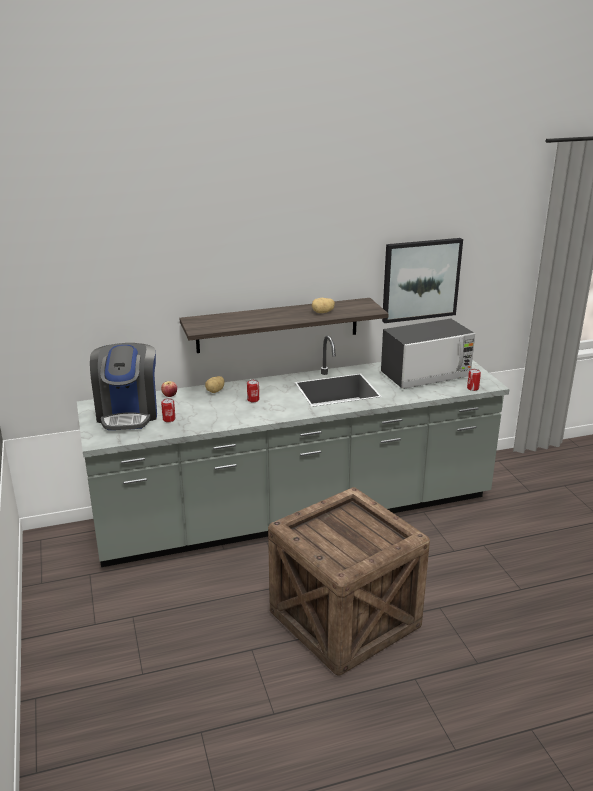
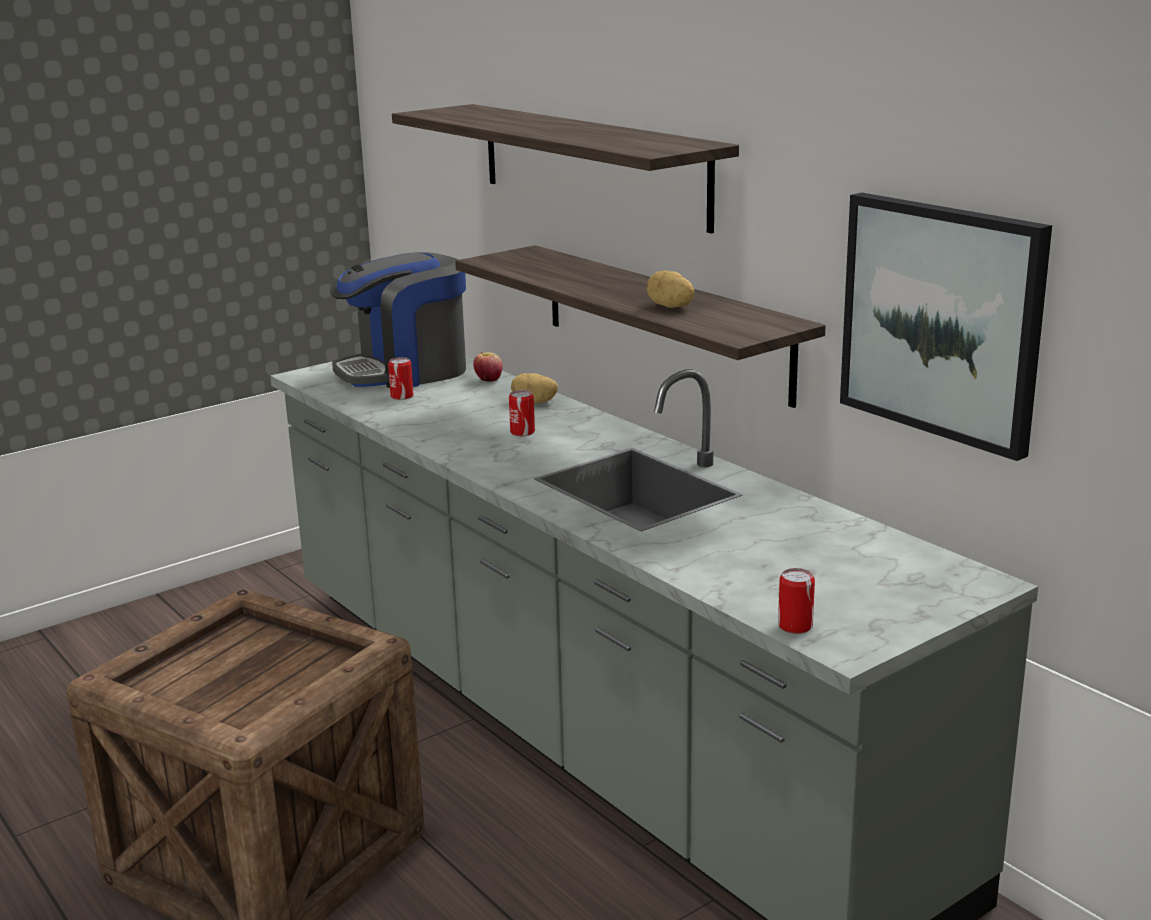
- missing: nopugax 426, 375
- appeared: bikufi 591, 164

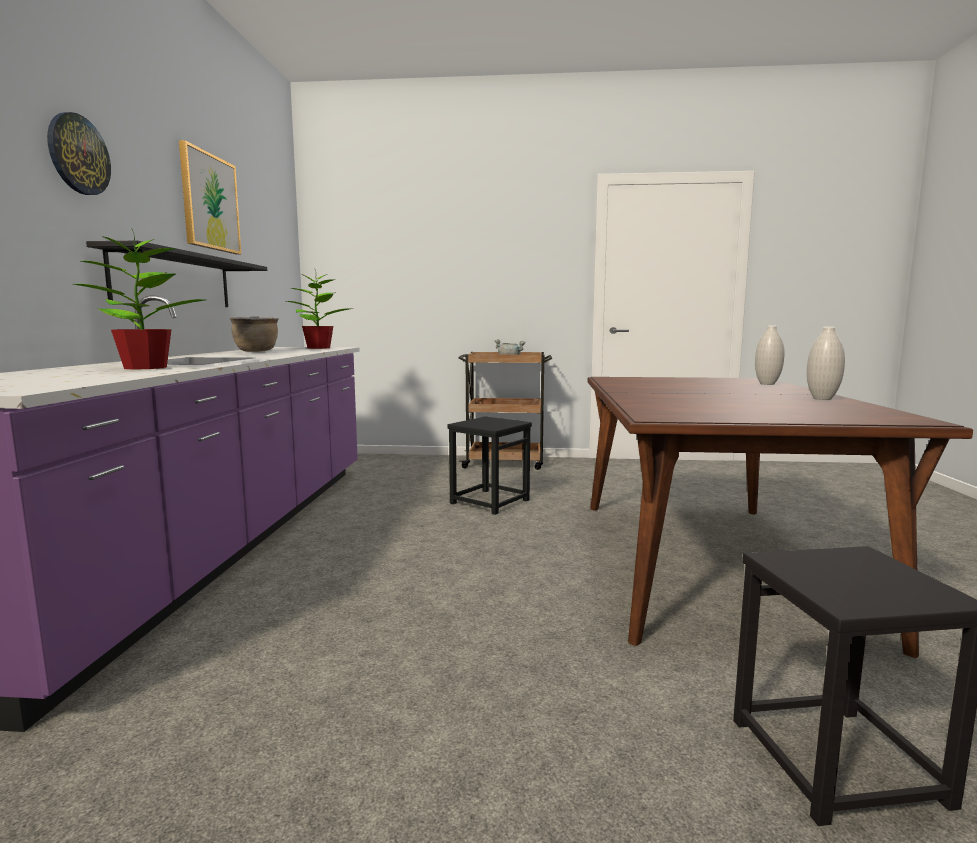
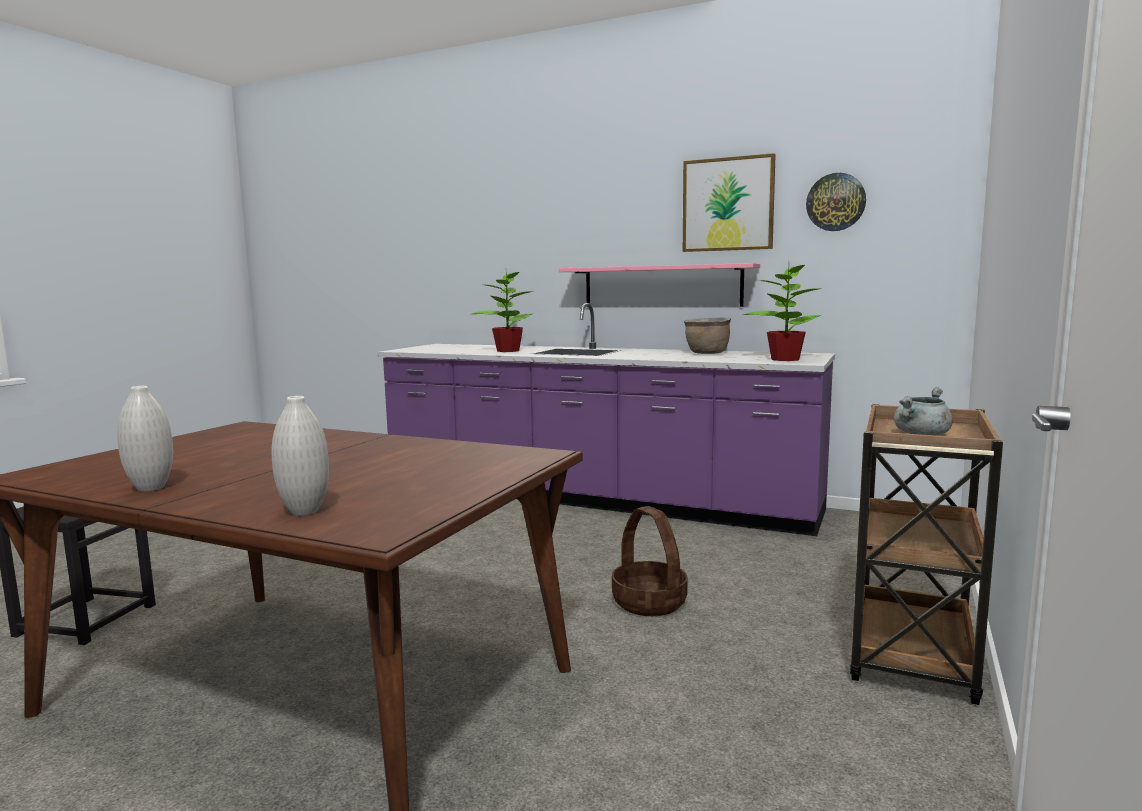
- relocated: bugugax 78, 154 to 835, 202
- exchanged: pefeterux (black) 489, 501 to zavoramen 650, 602
- colour: bikufi (black) 175, 280 to bikufi (pink) 661, 286

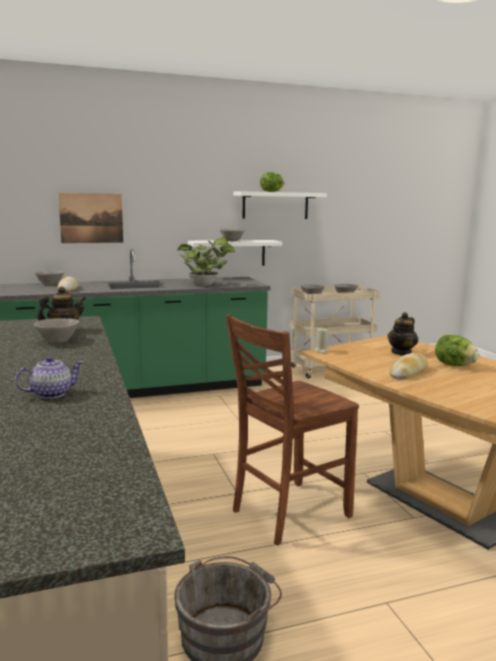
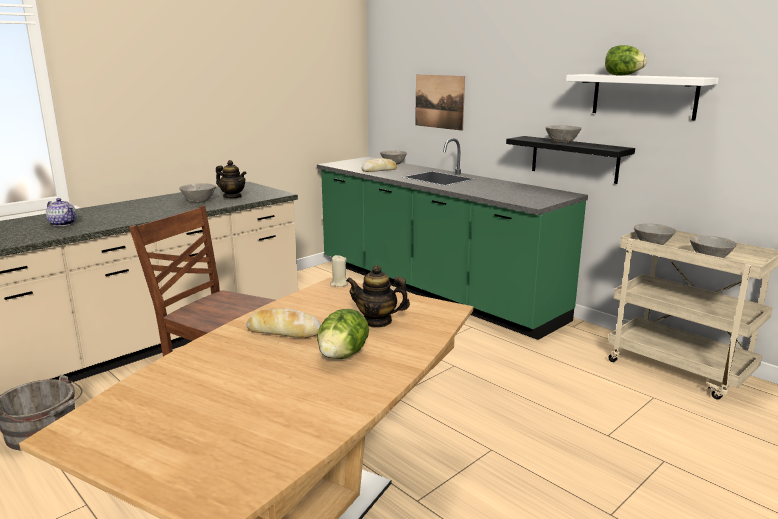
- missing: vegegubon 205, 285
- colour: bikufi (white) 231, 253 to bikufi (black) 574, 159

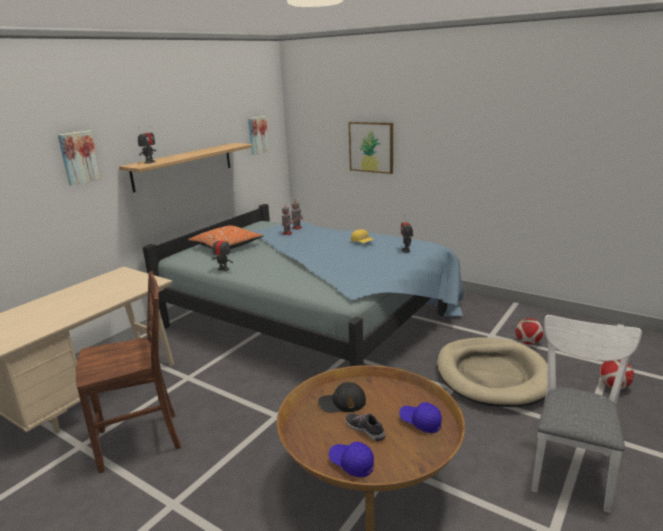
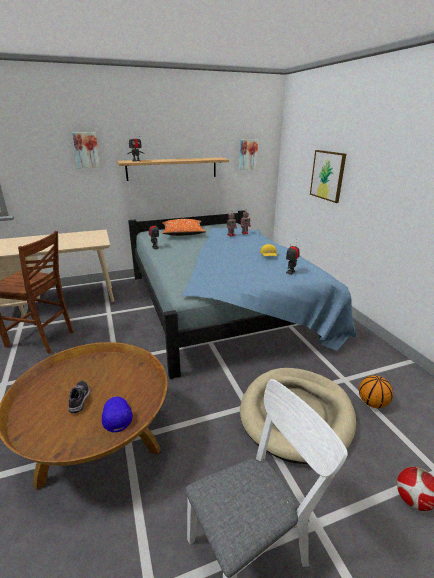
- missing: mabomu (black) 342, 402
- missing: mabomu (blue) 351, 464
- exchanged: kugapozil 528, 342 to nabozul 372, 403

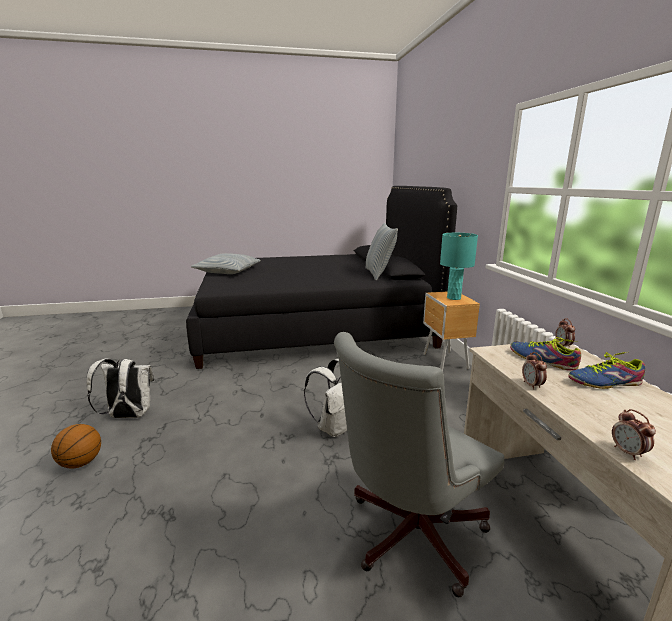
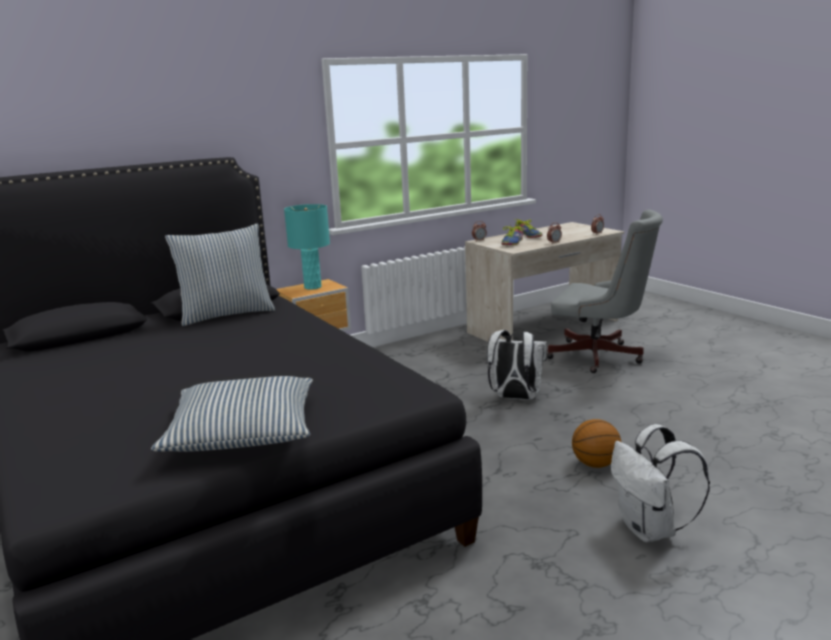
- relocated: nabozul 80, 463 to 595, 464

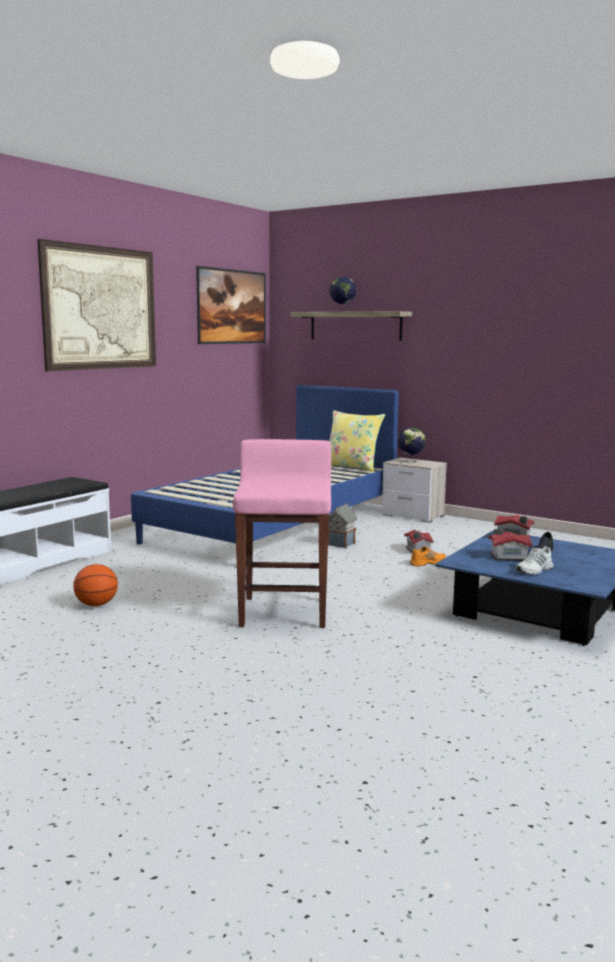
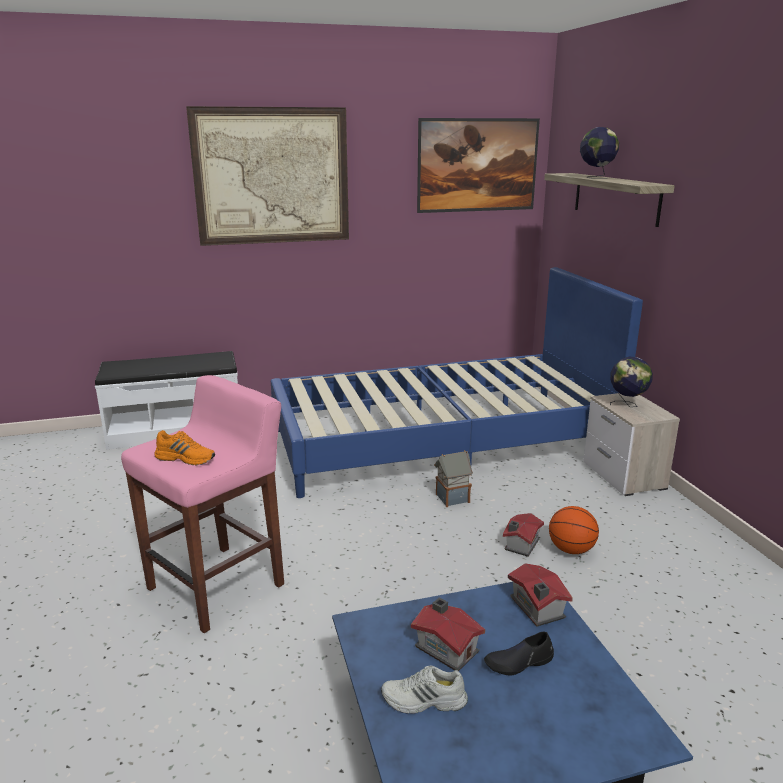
- missing: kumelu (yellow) 352, 467
- relocated: nabozul 96, 605 to 570, 550
- relocated: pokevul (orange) 427, 563 to 186, 458

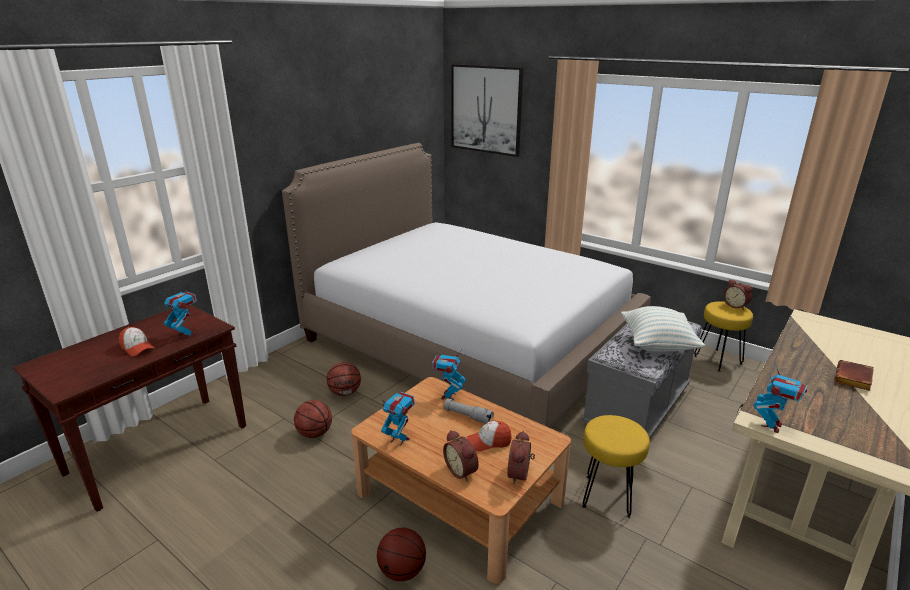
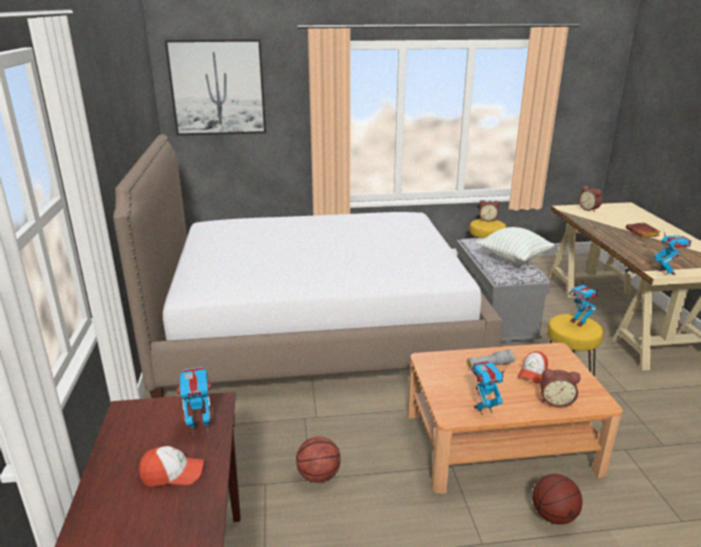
- missing: nabozul 345, 392
- relocated: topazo 448, 396 to 578, 322
- relocated: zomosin 521, 474 to 589, 209

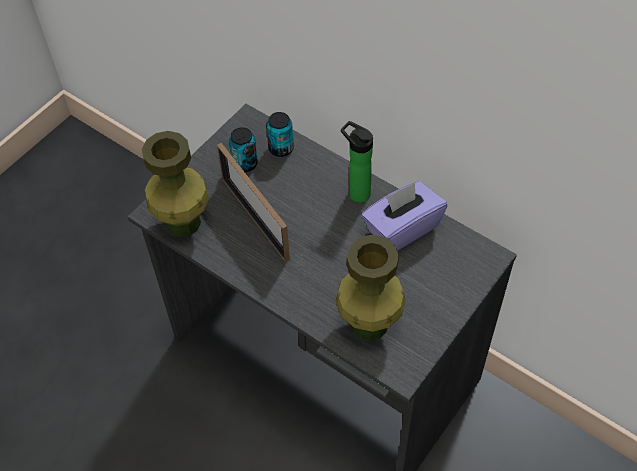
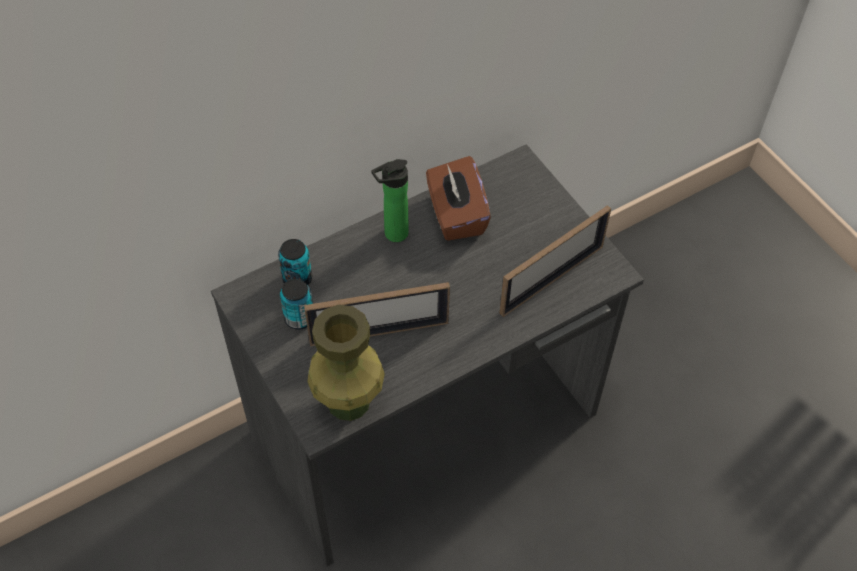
- exchanged: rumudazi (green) 369, 323 to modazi 552, 279
- colour: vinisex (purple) 402, 228 to vinisex (brown) 456, 215

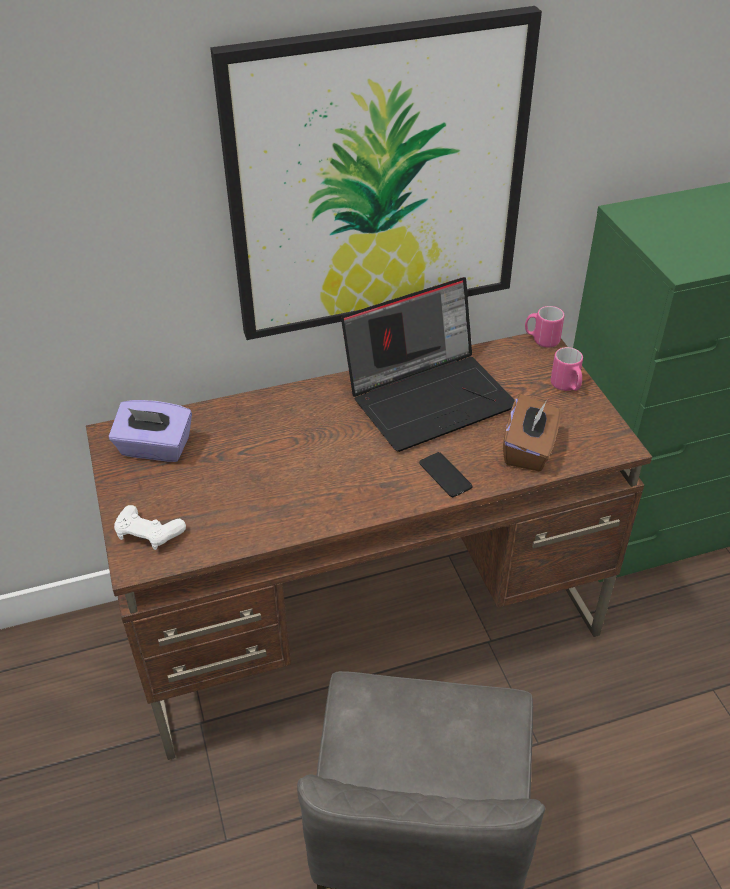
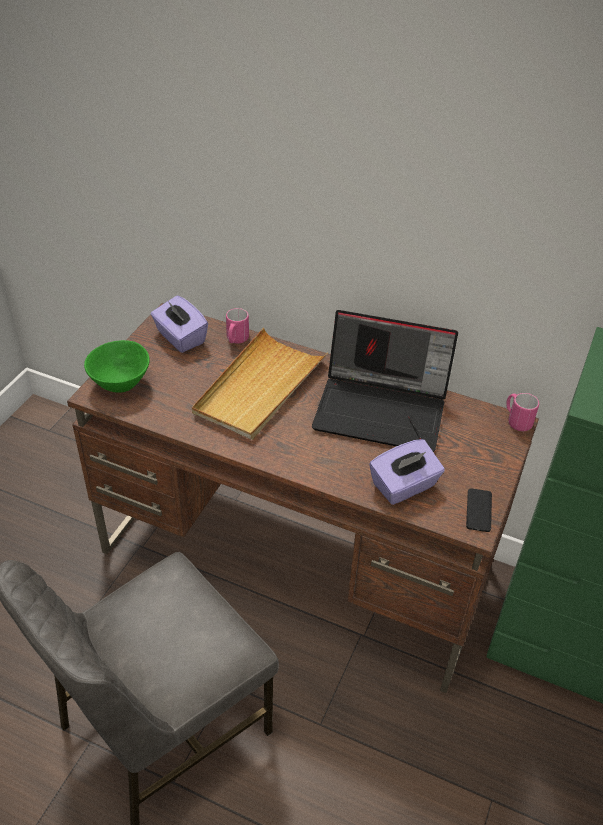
- missing: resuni 378, 181
- appeared: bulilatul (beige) 259, 387
- relocated: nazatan 445, 475 to 479, 510
- relocated: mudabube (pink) 566, 386 to 236, 340
- exchanged: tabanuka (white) 148, 533 to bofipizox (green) 119, 383
- colour: vinisex (brown) 529, 449 to vinisex (purple) 404, 486

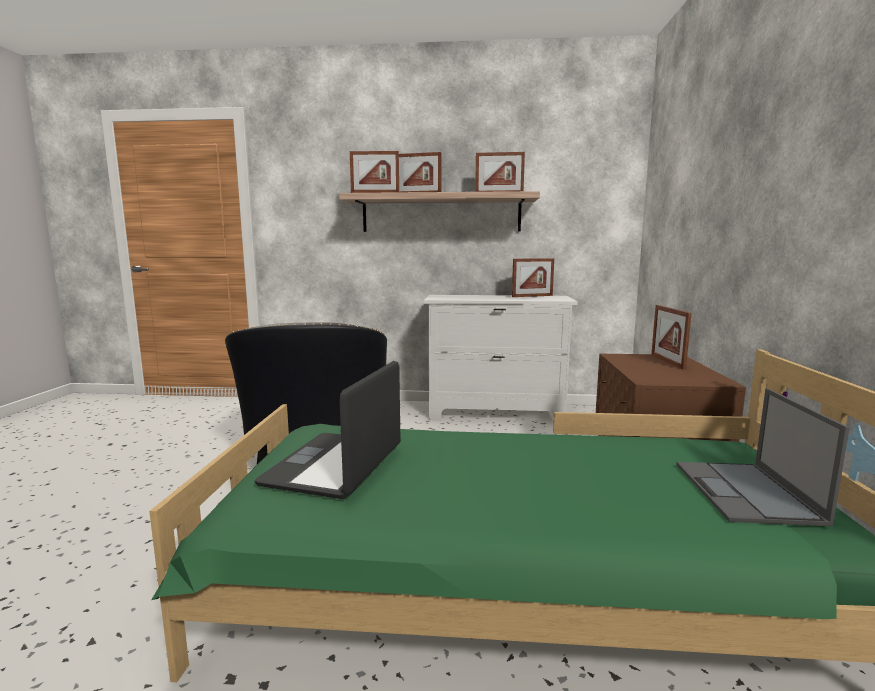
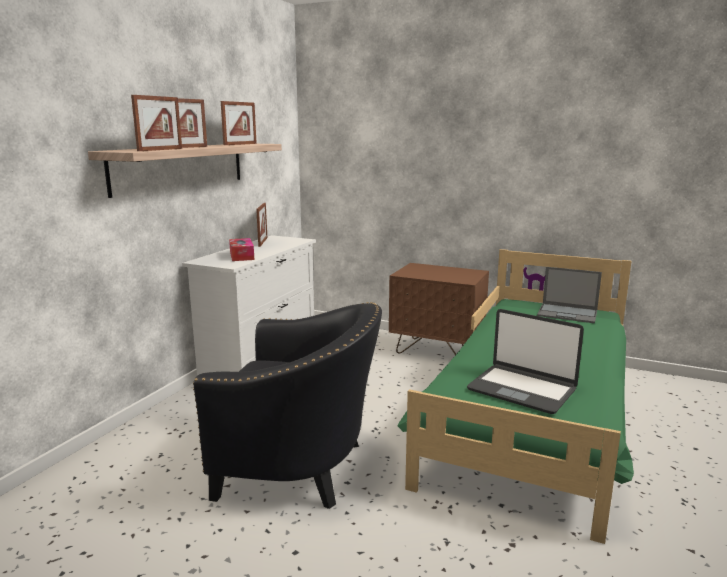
- missing: modazi 667, 361
- appeared: vinisex 241, 256

